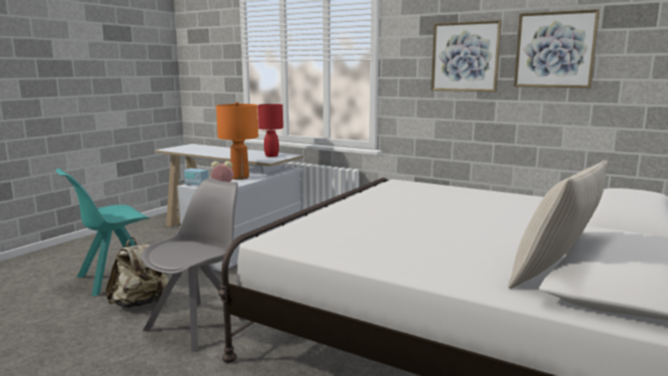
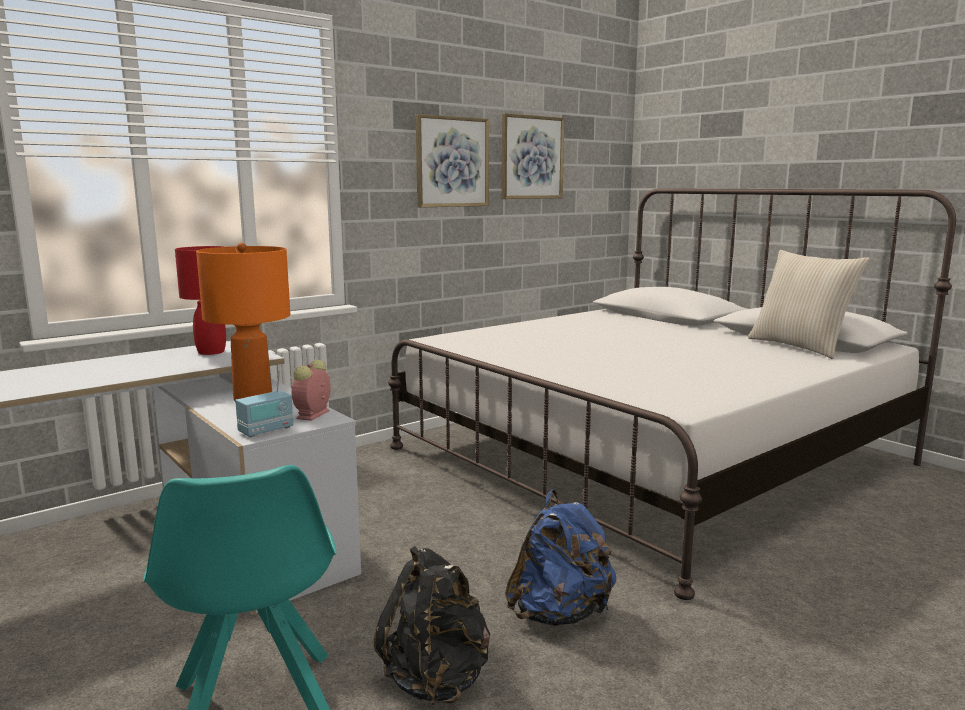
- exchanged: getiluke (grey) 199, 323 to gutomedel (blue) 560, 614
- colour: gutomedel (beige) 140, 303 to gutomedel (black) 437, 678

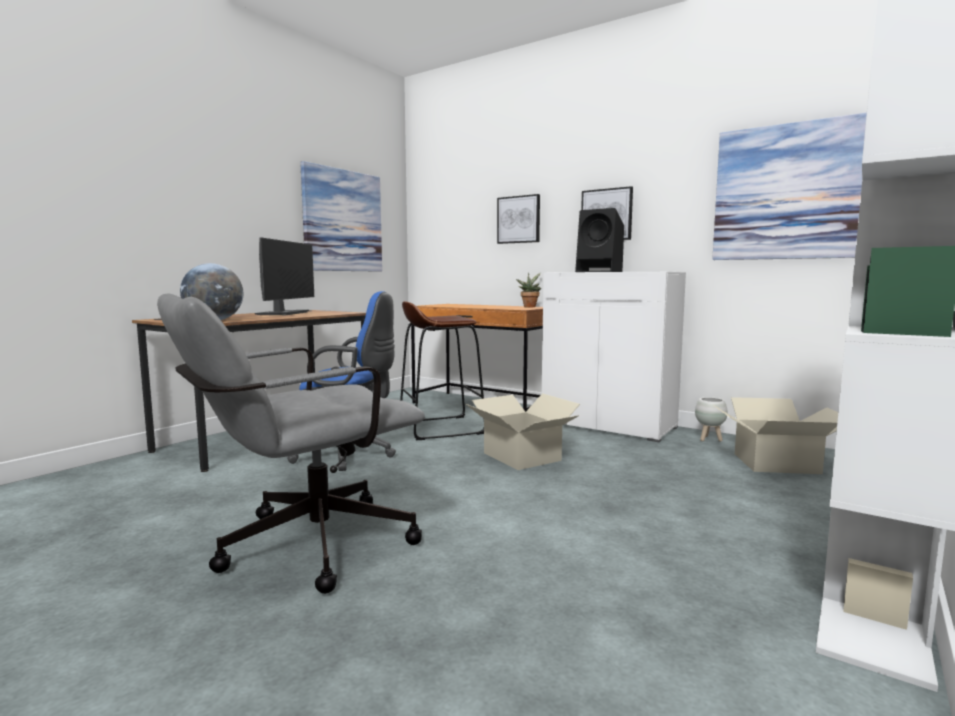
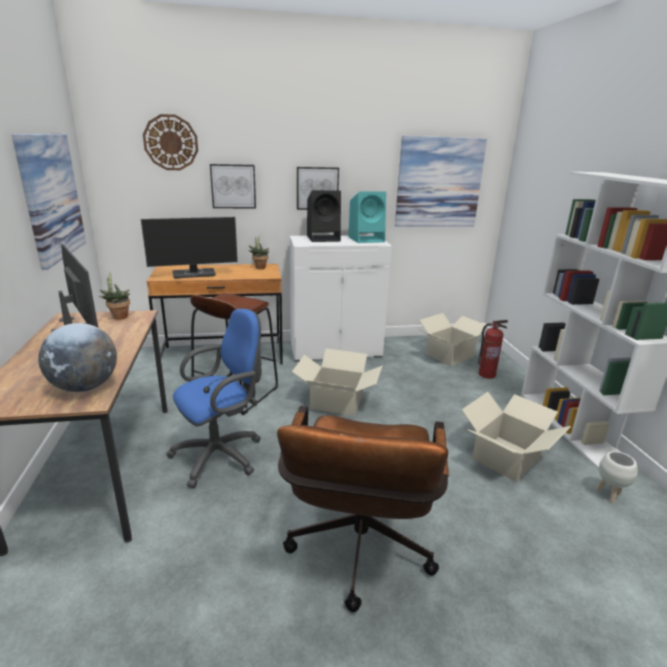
- appeared: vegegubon 118, 316
- appeared: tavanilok 195, 273
- appeared: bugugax 171, 142
- appeared: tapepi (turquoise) 367, 239
- appeared: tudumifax 506, 458
- appeared: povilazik 487, 374
- relocated: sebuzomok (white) 709, 439 to 609, 495
- colour: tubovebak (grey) 301, 548 to tubovebak (brown) 358, 555

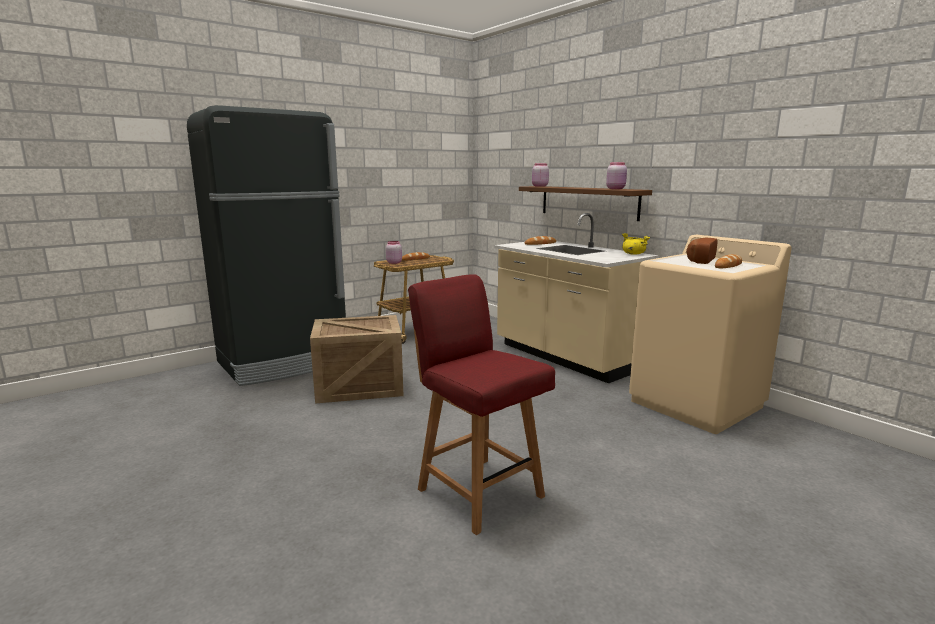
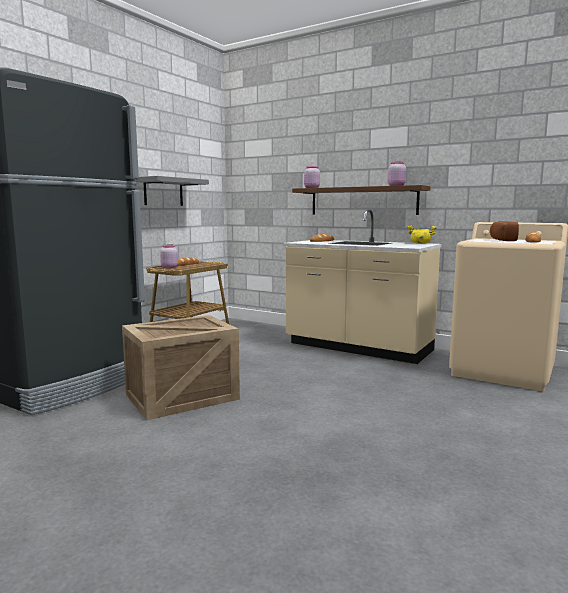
- missing: getiluke (red) 478, 491
- appeared: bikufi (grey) 163, 192

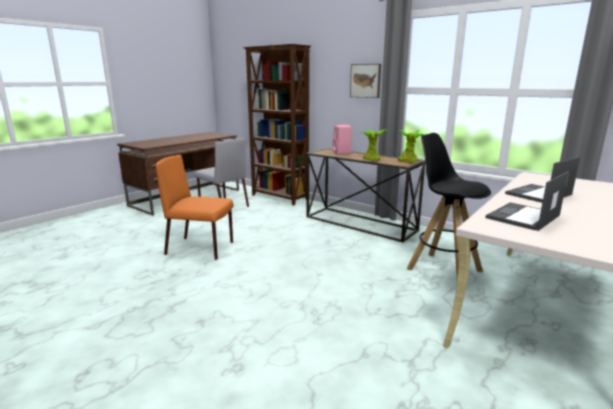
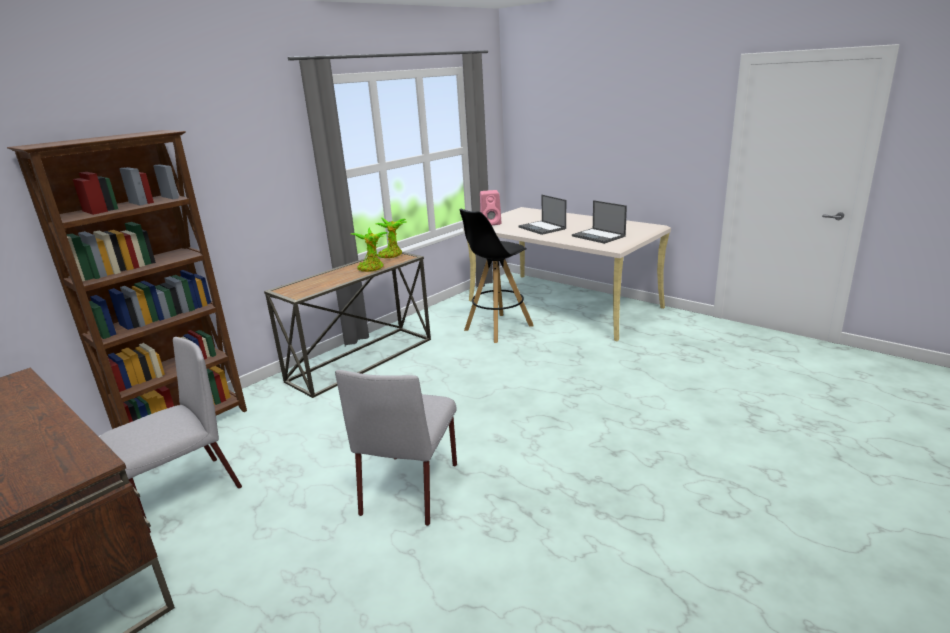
- missing: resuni 366, 80
- relocated: tapepi (pink) 342, 153 to 491, 223
- colour: getiluke (orange) 201, 248 to getiluke (grey) 411, 487

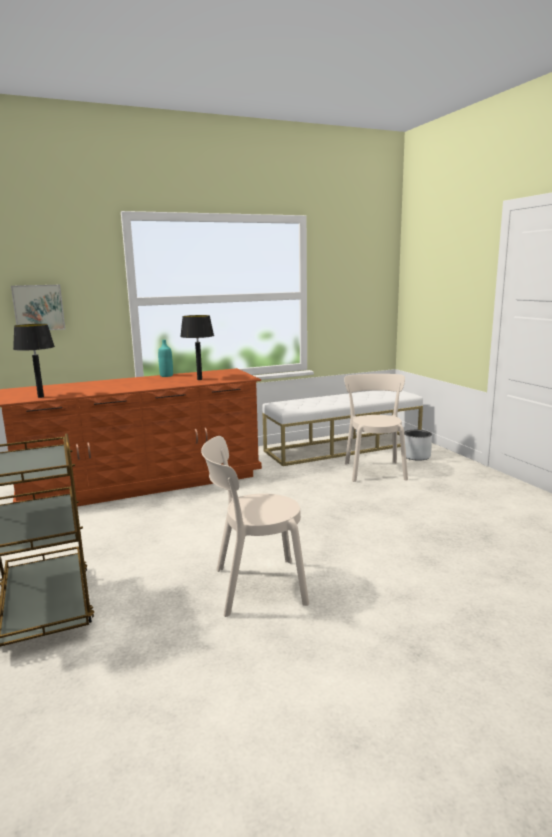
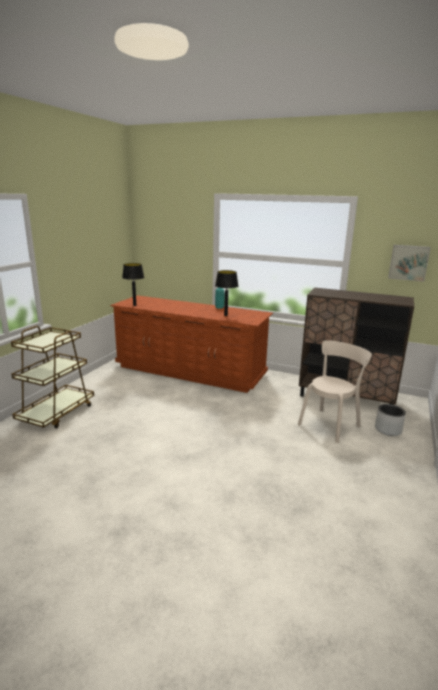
- missing: getiluke (beige) 254, 587
- relocated: resuni 38, 307 to 408, 262
- exchanged: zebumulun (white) 343, 447 to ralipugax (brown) 346, 398

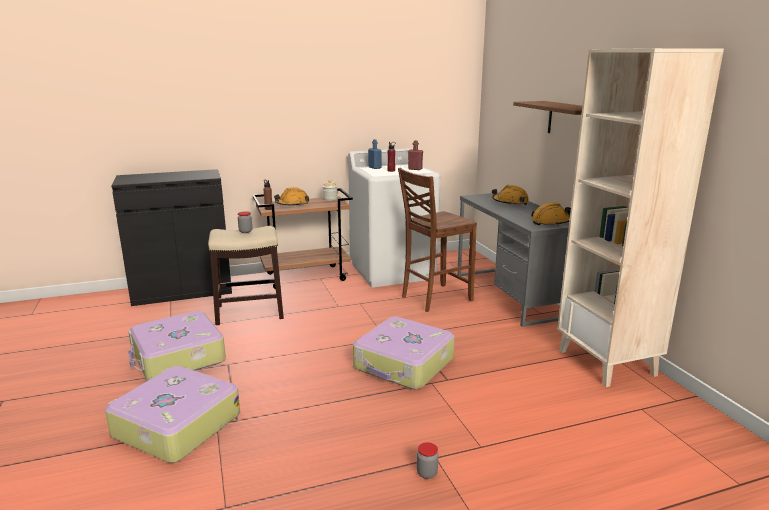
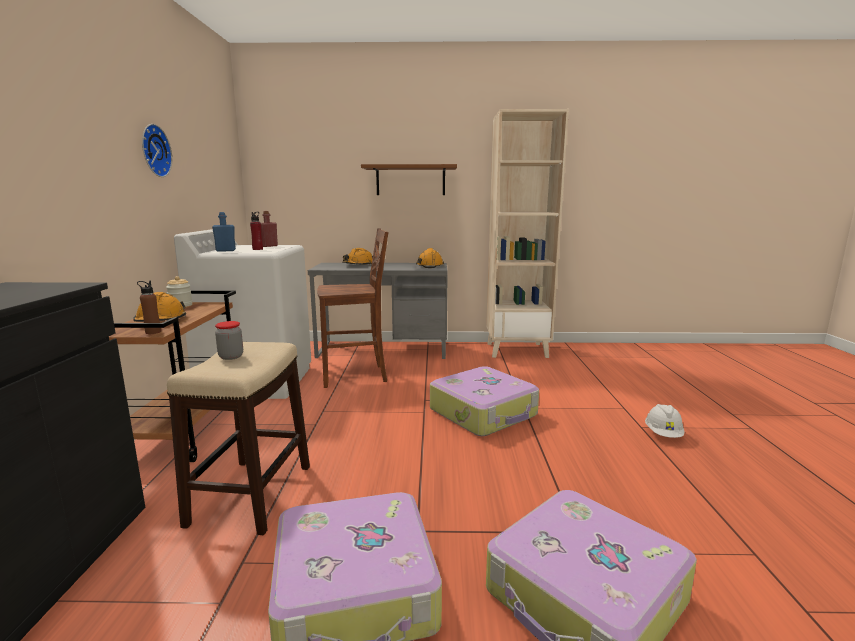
- appeared: bugugax 153, 151
- exchanged: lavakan 427, 473 to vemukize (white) 663, 434
- spun: getiluke (brown) 434, 298 = 356, 376 90 degrees counterclockwise

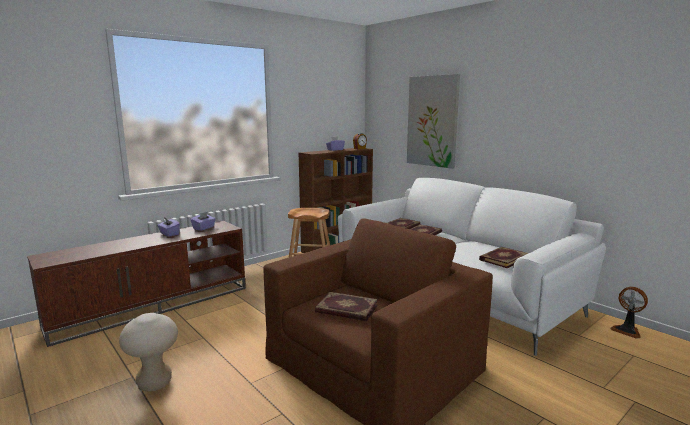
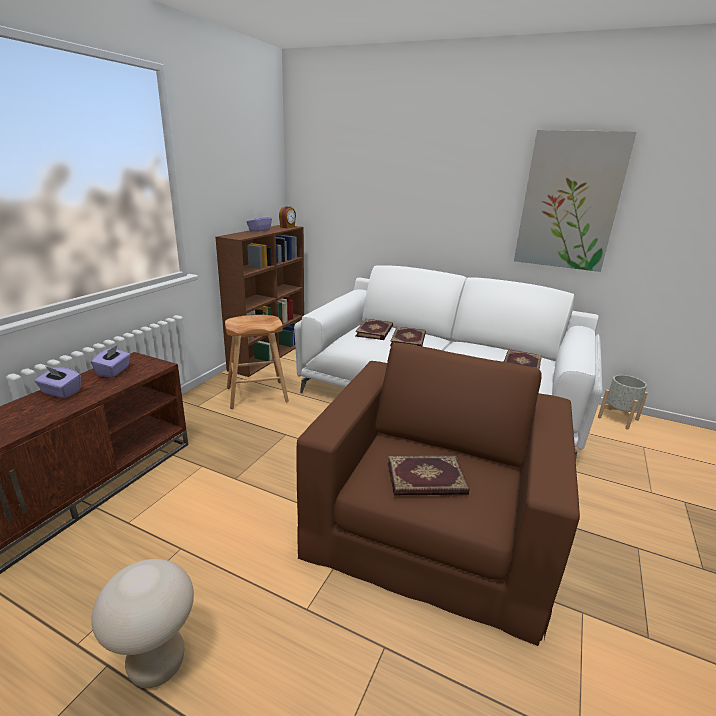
- relocated: resuni 432, 121 to 569, 202
- exchanged: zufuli 627, 330 to sebuzomok (grey) 617, 418

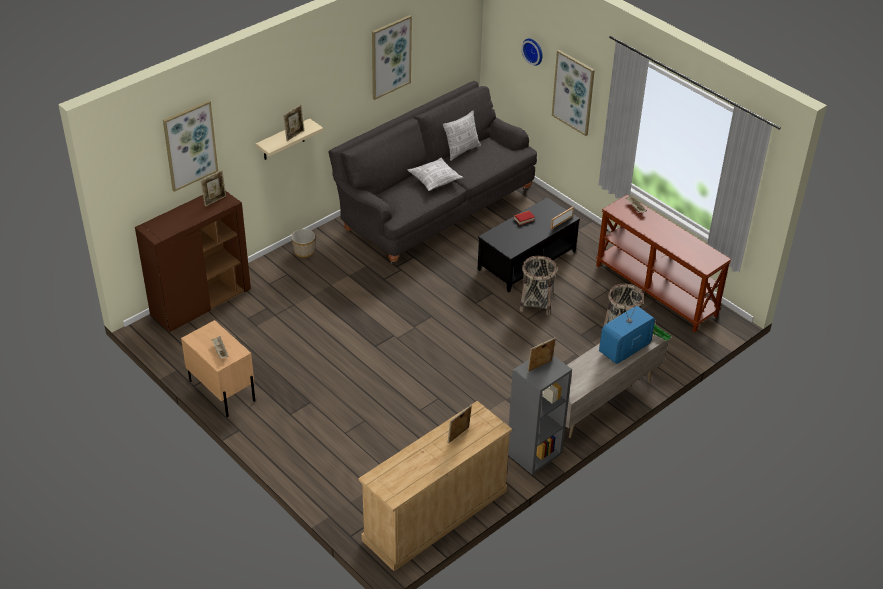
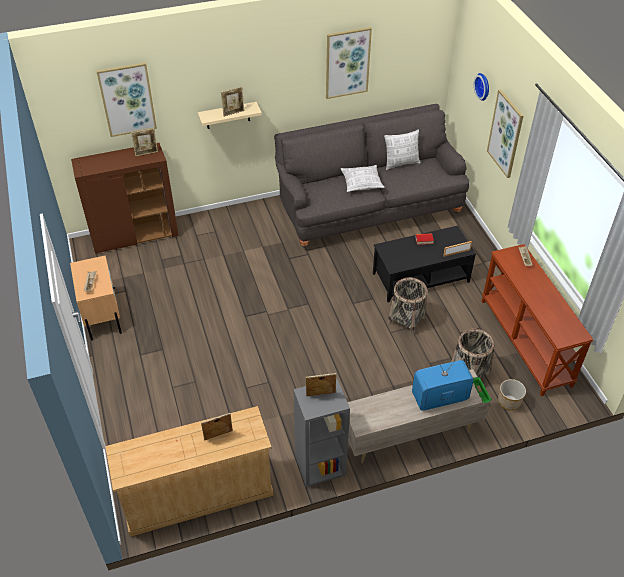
- relocated: sebuzomok 304, 251 to 509, 402

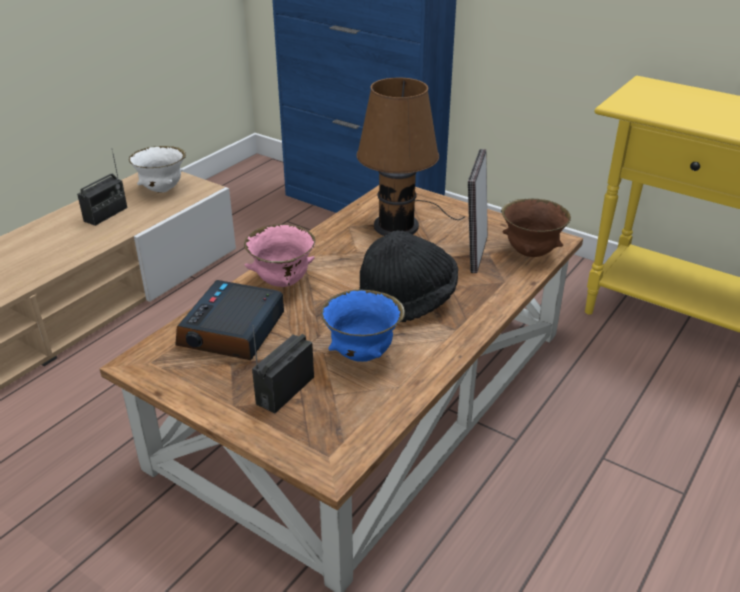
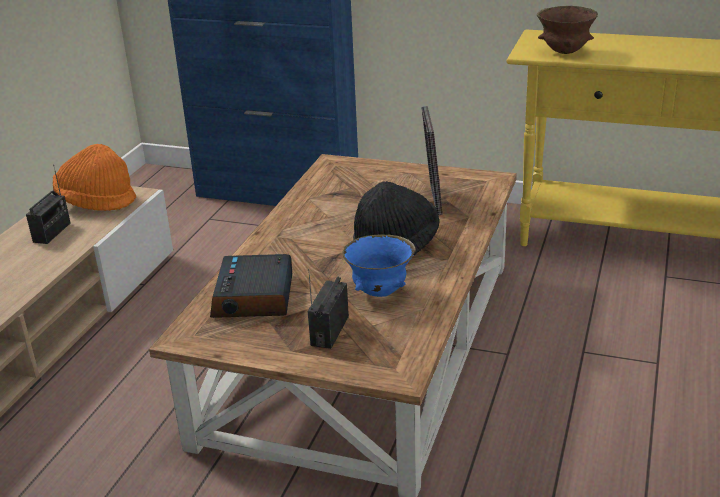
- missing: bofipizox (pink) 282, 282
- missing: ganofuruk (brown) 400, 224
- relocated: bofipizox (brown) 530, 253 to 564, 52
- exchanged: bofipizox (white) 162, 190 to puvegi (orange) 96, 202

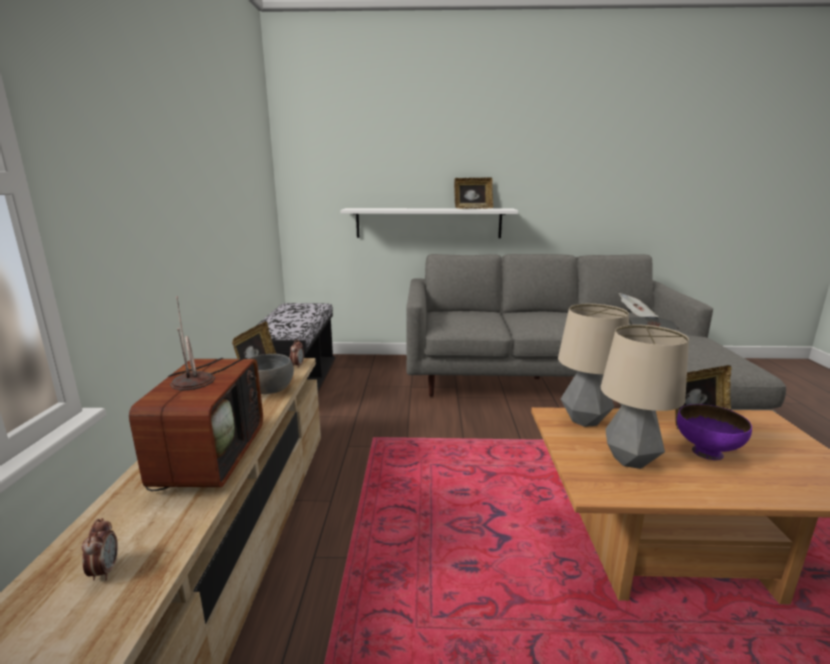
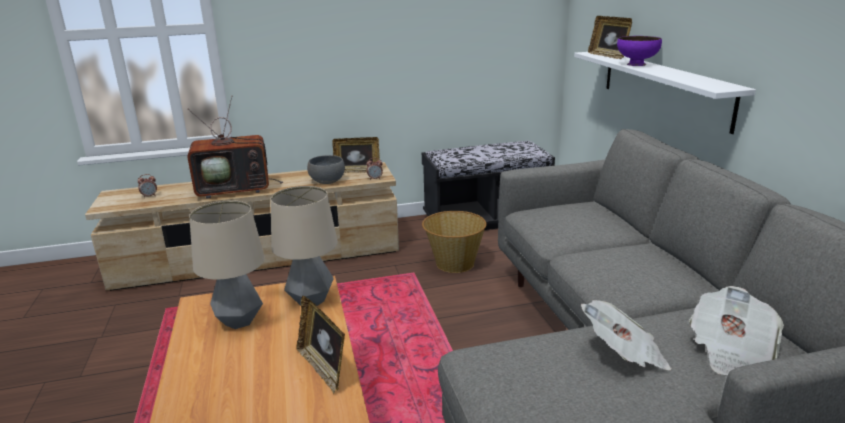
- appeared: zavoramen 454, 263
- relocated: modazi 473, 208 to 608, 56
- relocated: bofipizox (purple) 707, 452 to 637, 64

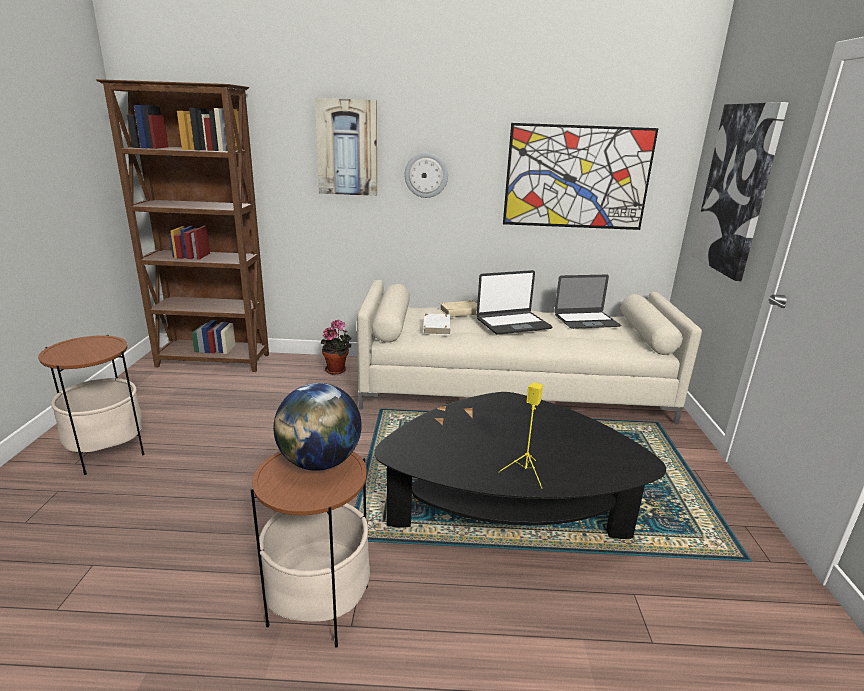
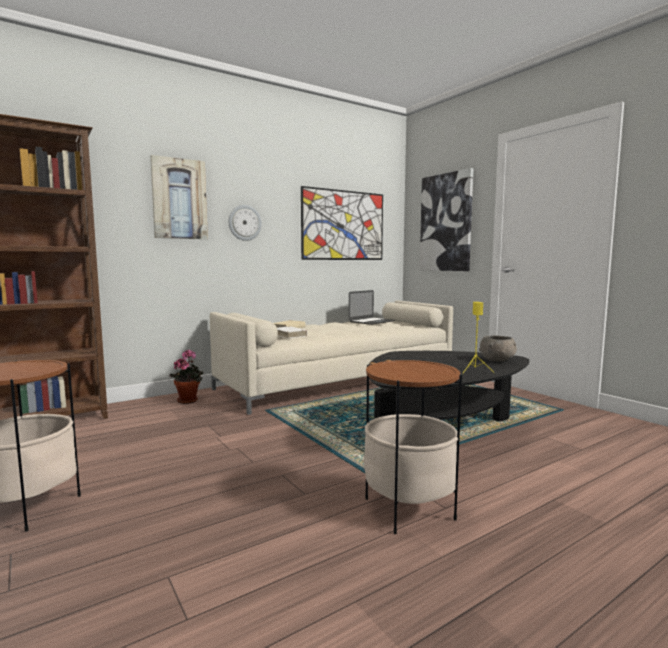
- missing: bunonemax 320, 462
- missing: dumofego 513, 324
- appeared: bofipizox (grey) 497, 360

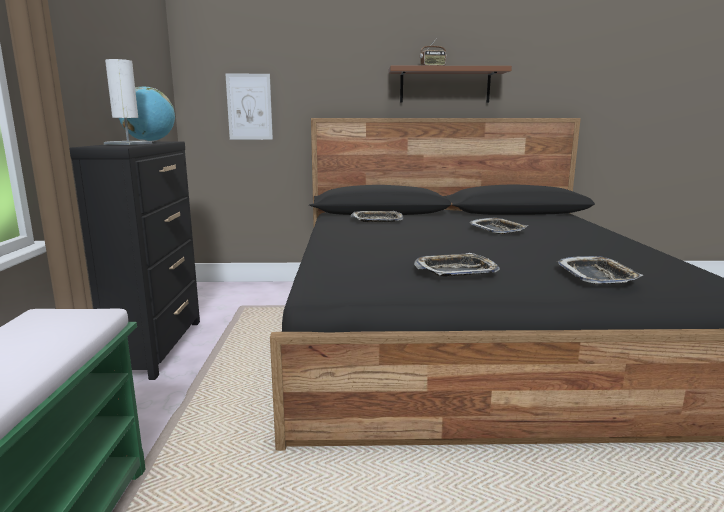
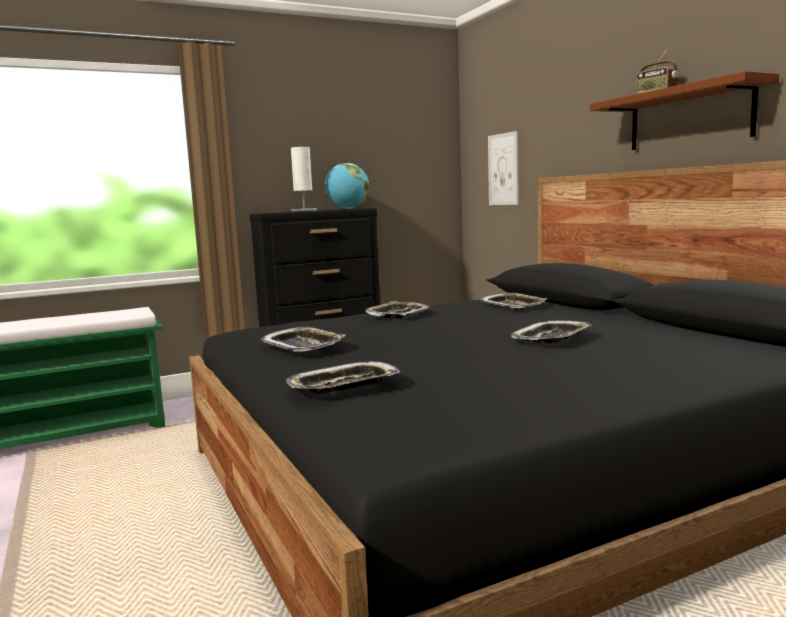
- appeared: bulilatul 398, 315

